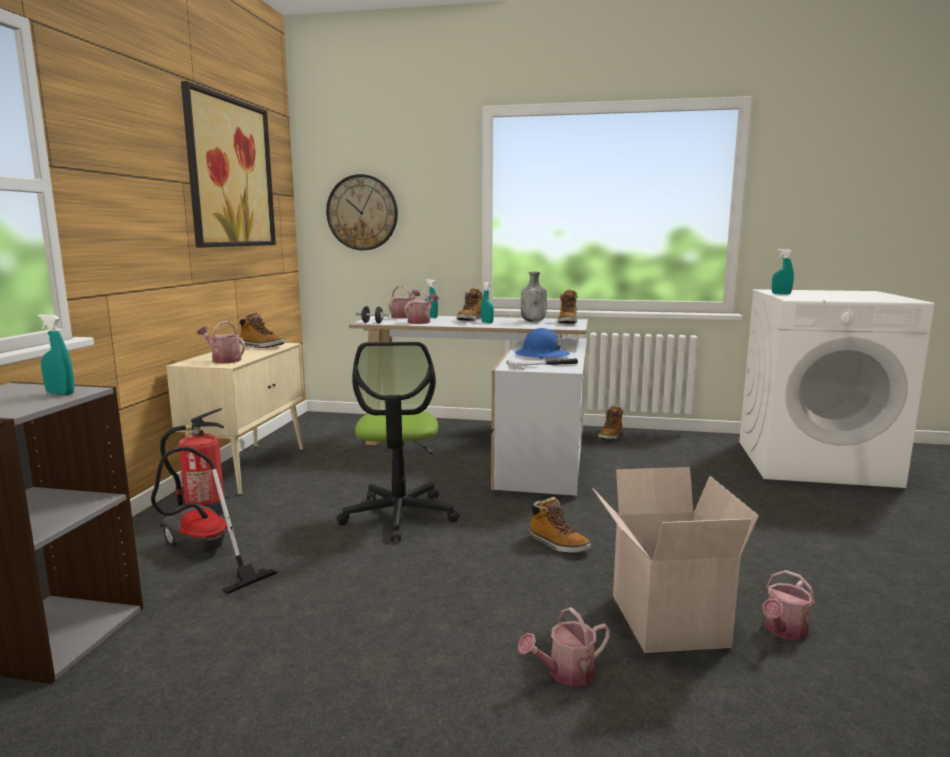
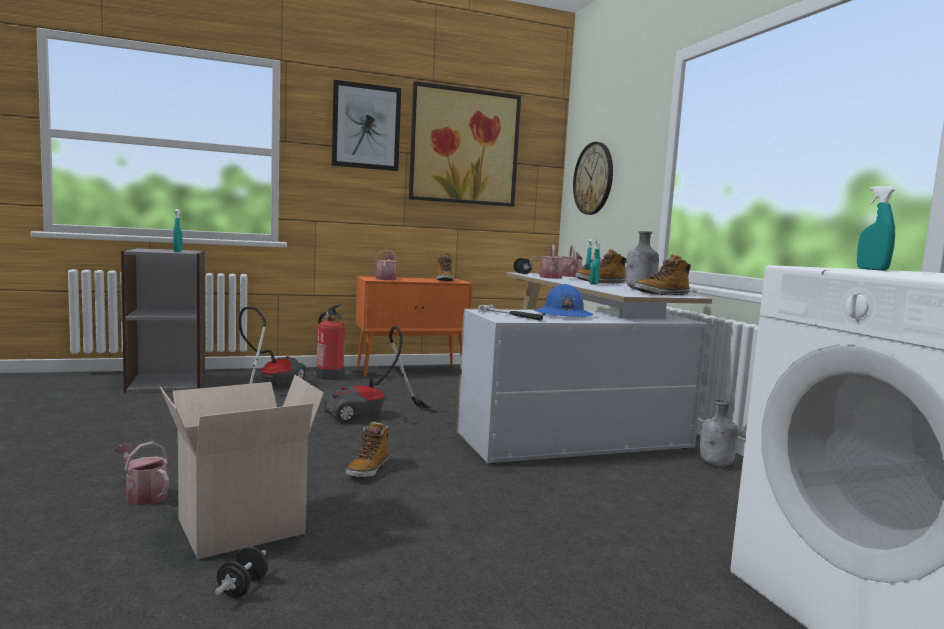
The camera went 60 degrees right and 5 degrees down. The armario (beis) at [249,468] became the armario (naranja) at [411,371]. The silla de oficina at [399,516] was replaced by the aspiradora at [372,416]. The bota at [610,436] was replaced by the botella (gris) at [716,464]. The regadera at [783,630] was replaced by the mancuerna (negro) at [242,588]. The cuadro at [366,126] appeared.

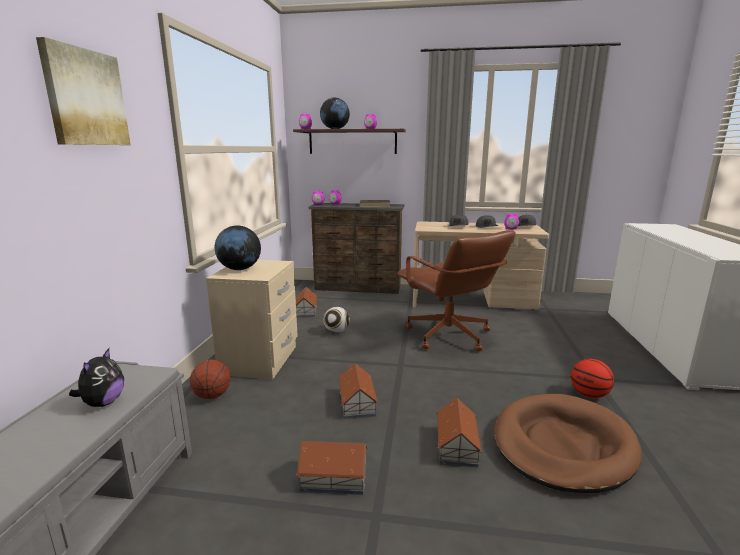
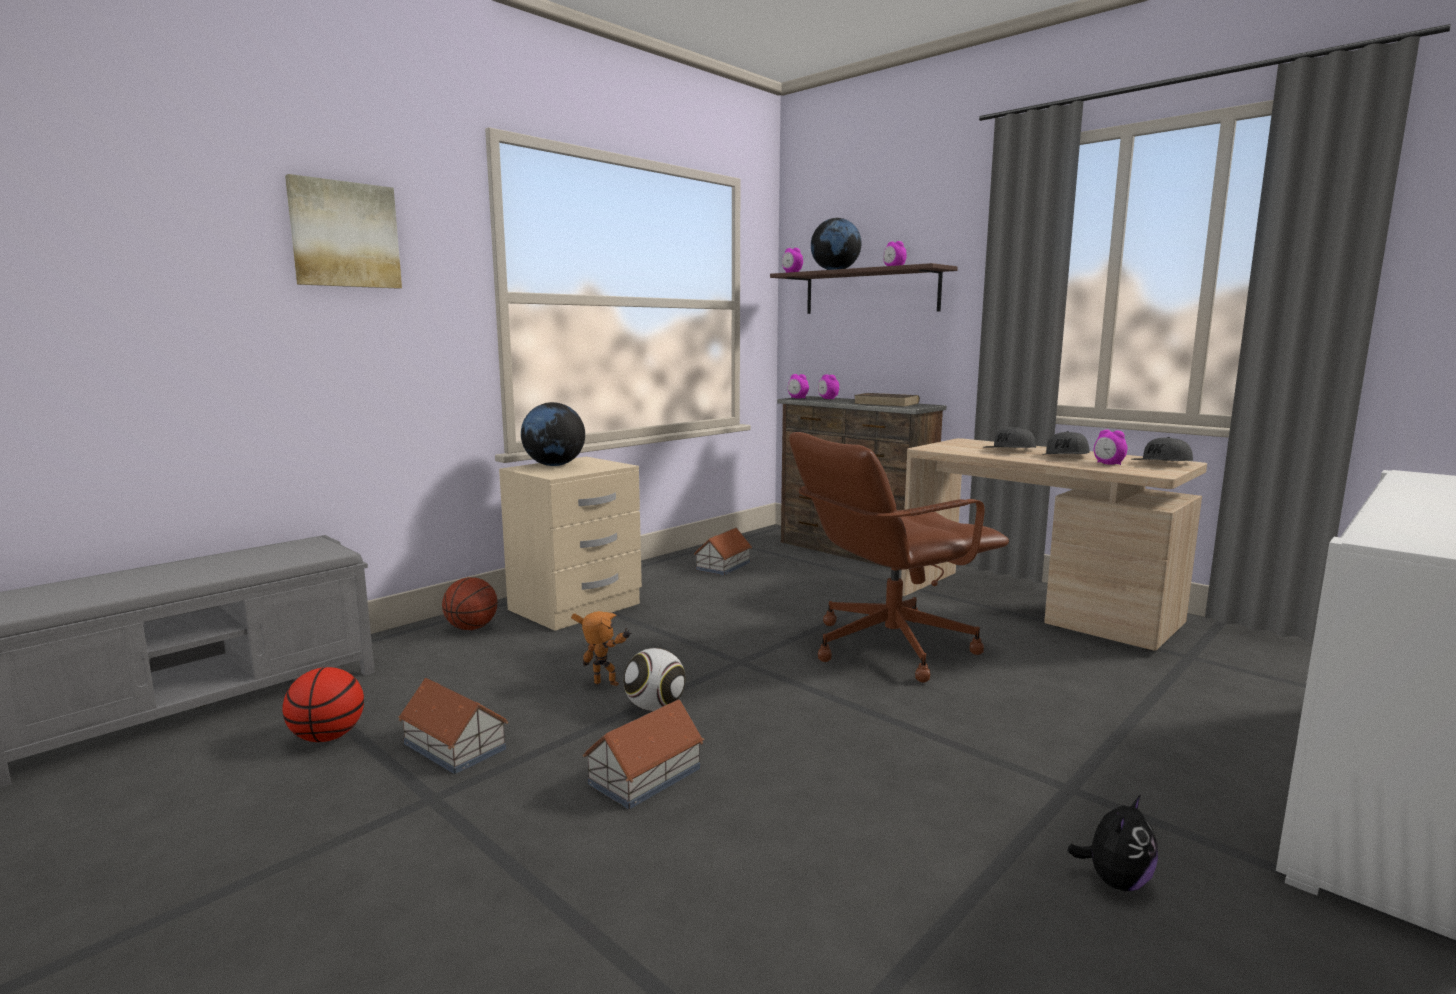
The camera went 35 degrees right and 5 degrees down. The peluche moved from [103,403] to [1115,881]. The balón de fútbol moved from [336,331] to [655,707]. The casita at [357,403] was replaced by the robot de juguete at [605,685]. The silla de oficina (marrón) at [448,336] turned 60 degrees clockwise. The cama para perro (marrón) at [562,445] disappeared. The balón de baloncesto moved from [589,395] to [328,737].

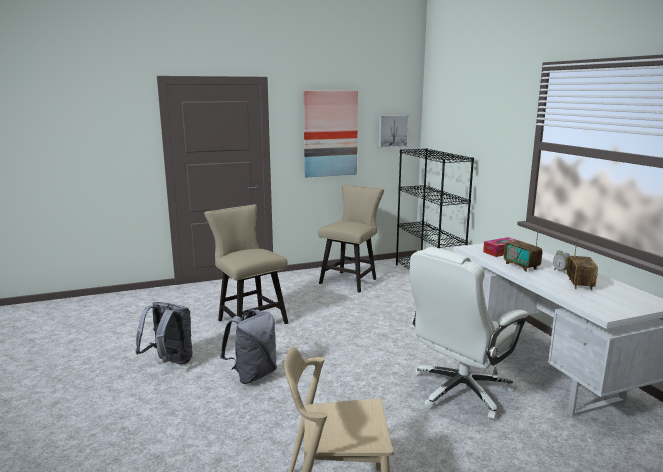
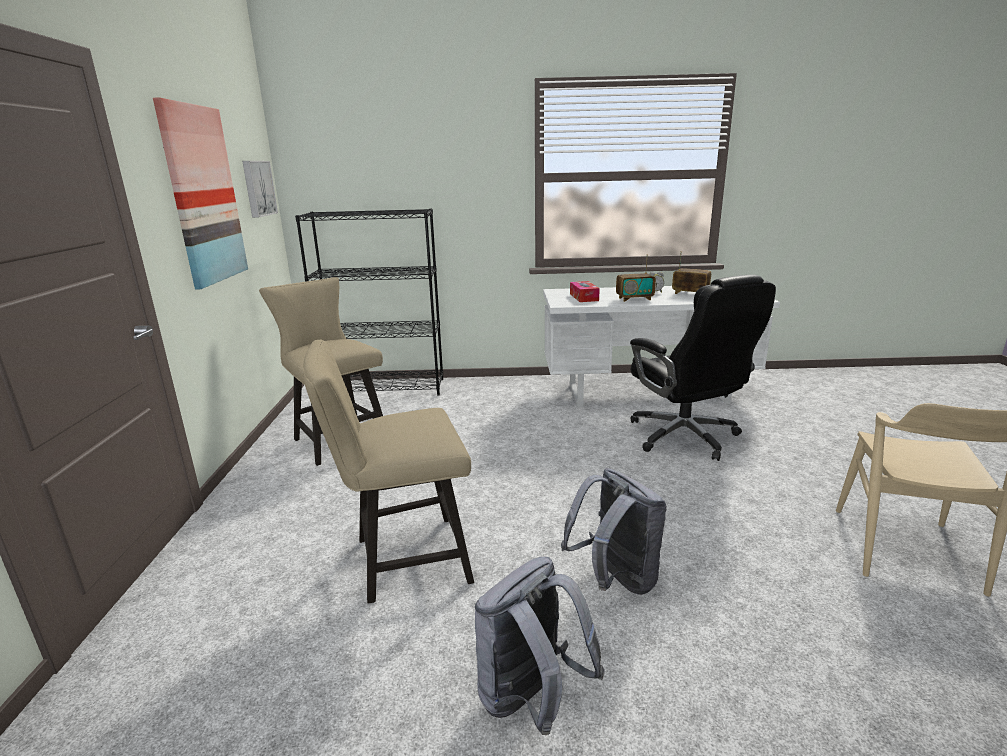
The camera went 70 degrees left and 5 degrees up. The silla de oficina (blanco) at [460,391] became the silla de oficina (negro) at [685,437].

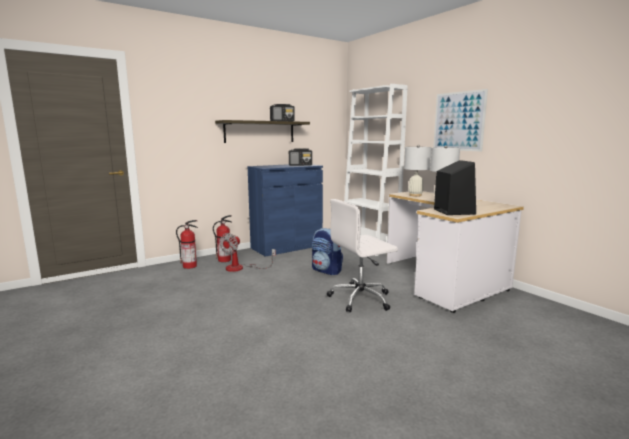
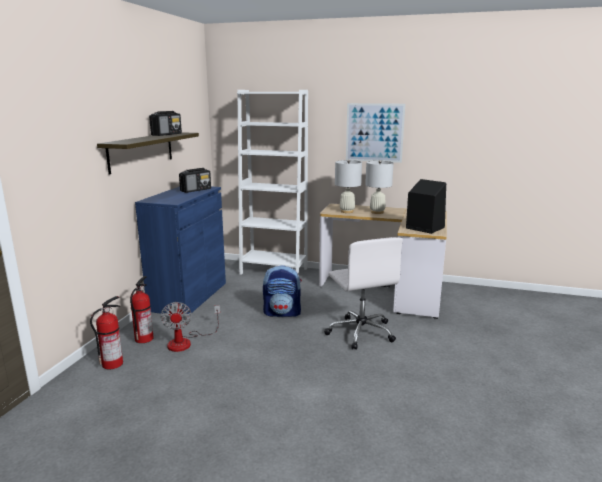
The camera went 40 degrees left and 5 degrees up. The silla de oficina (blanco) at [361,299] turned 45 degrees counterclockwise.

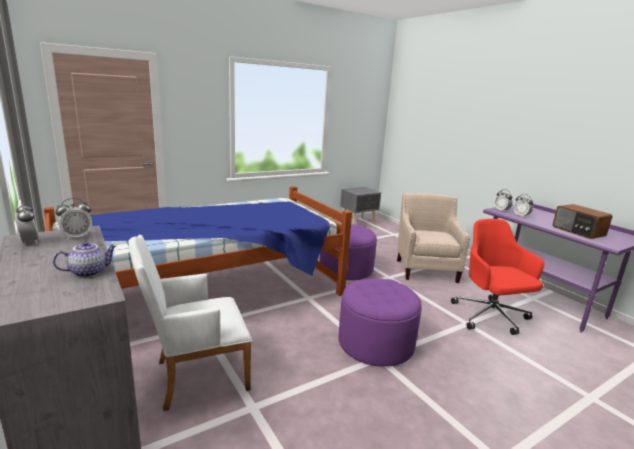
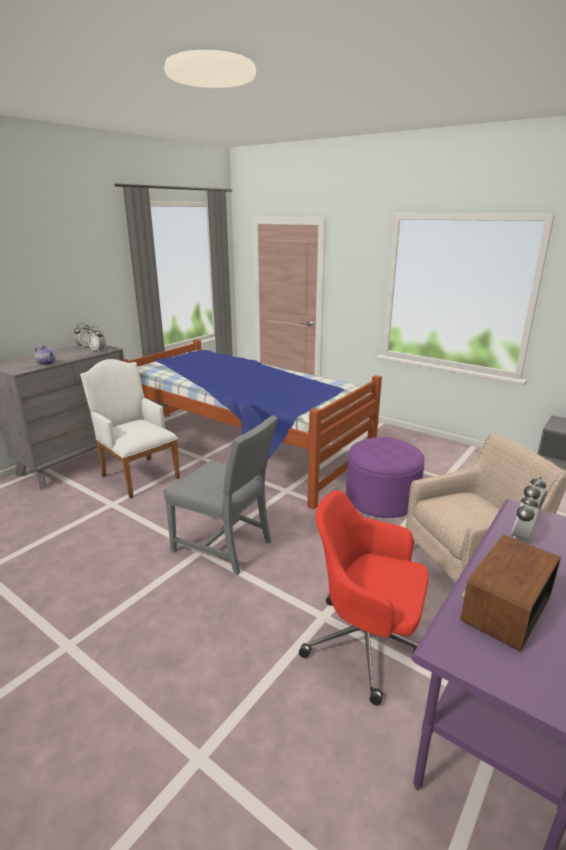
The camera went 70 degrees right and 5 degrees up. The puf (morado) at [376,343] was replaced by the silla (gris) at [226,545]. The silla de oficina (rojo) at [491,317] turned 120 degrees counterclockwise.

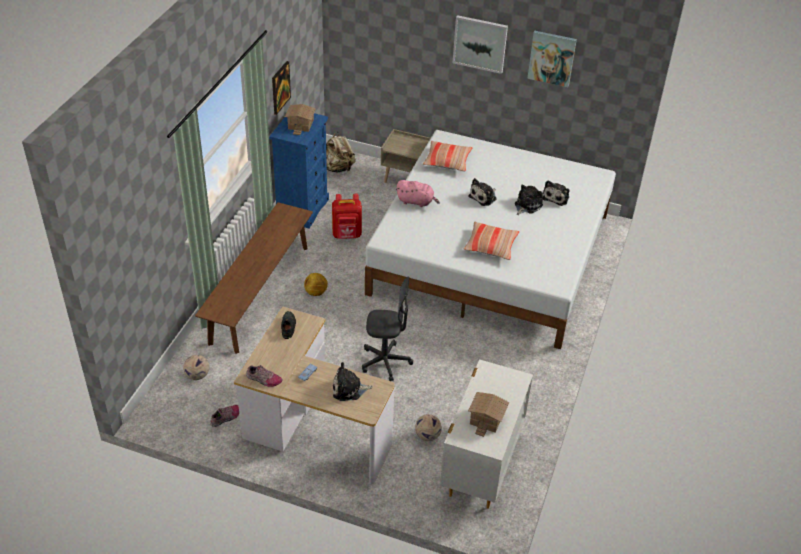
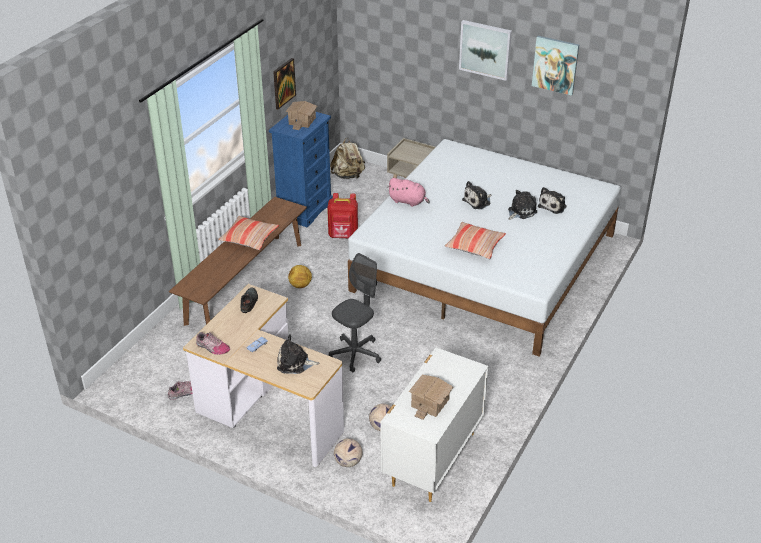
The camera went 10 degrees right and 5 degrees down. The balón de fútbol moved from [197,376] to [347,462]. The silla de oficina (gris) at [385,362] turned 60 degrees counterclockwise. The cojín moved from [447,161] to [249,238].

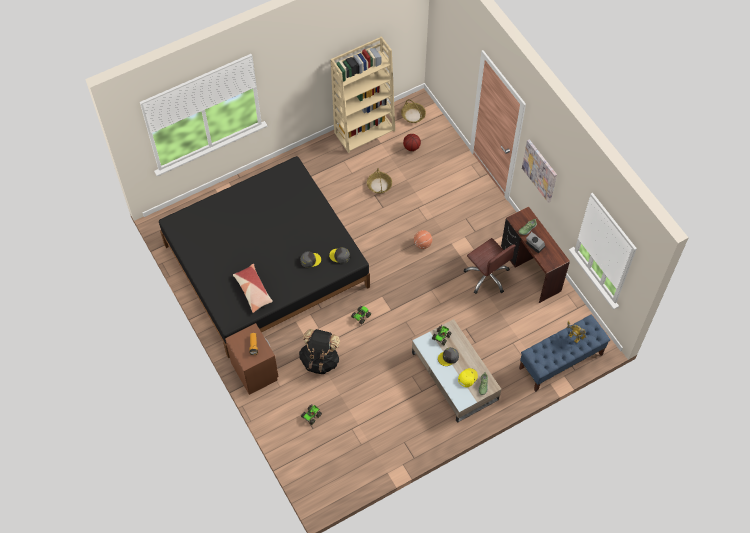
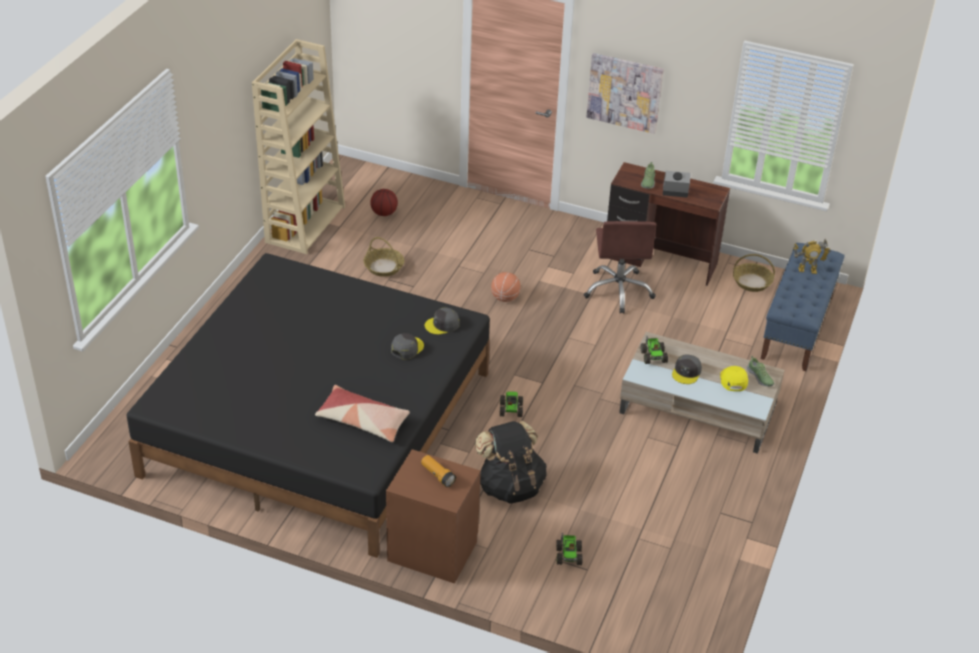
The camera went 40 degrees left and 20 degrees down. The cesta moved from [413,115] to [752,282]. The silla de oficina (marrón) at [487,276] turned 75 degrees clockwise.

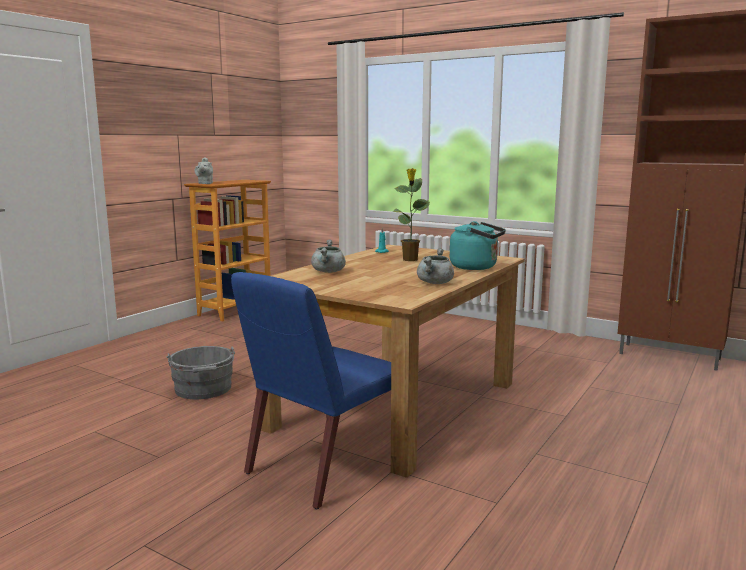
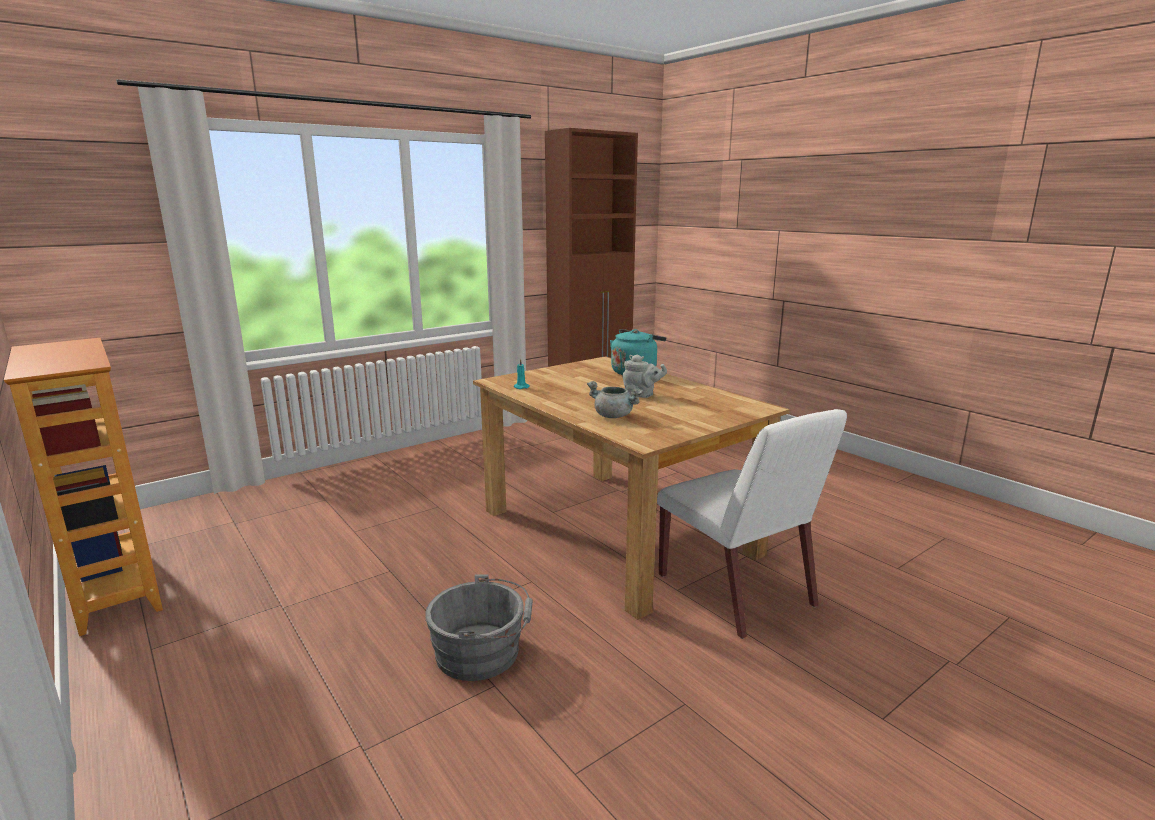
The camera went 70 degrees left and 5 degrees up. The tetera (gris) moved from [205,183] to [641,395]. The silla (azul) at [323,466] became the silla (blanco) at [736,591]. The planta en maceta at [410,260] disappeared. The olla (gris) at [435,283] disappeared.

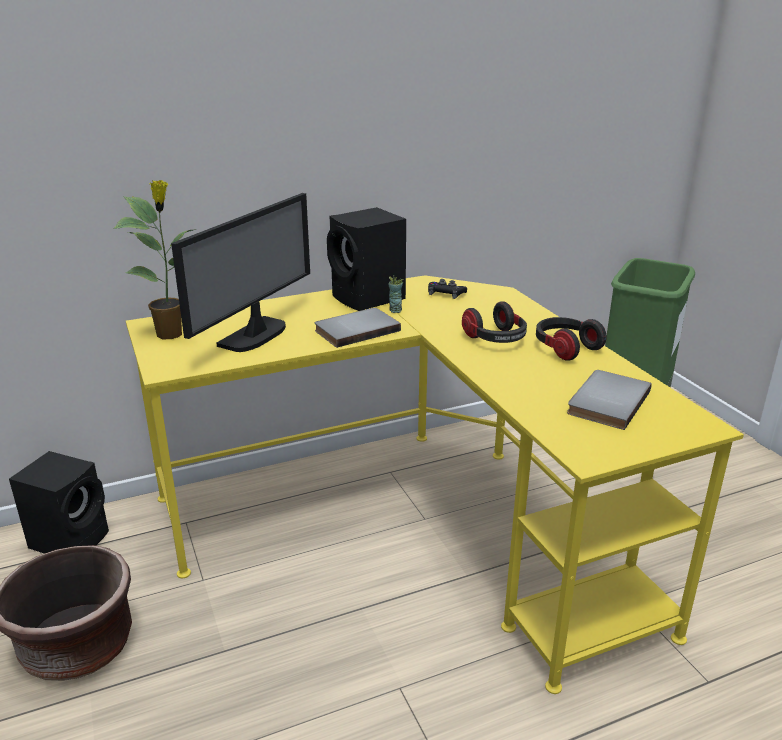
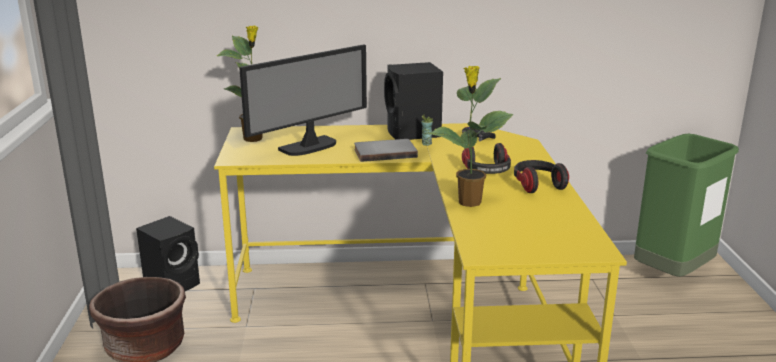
The camera went 20 degrees right and 5 degrees down. The libro (gris) at [605,401] disappeared. The planta en maceta at [469,203] appeared.

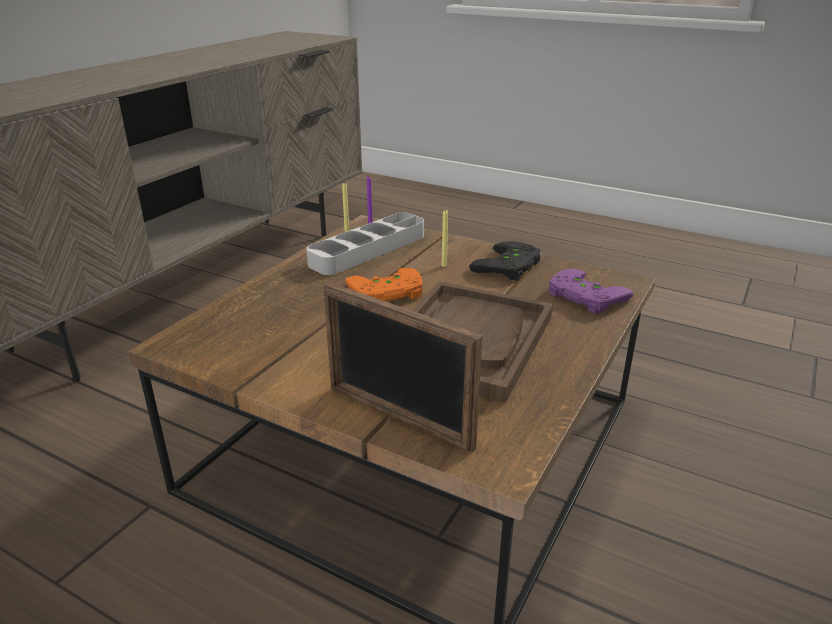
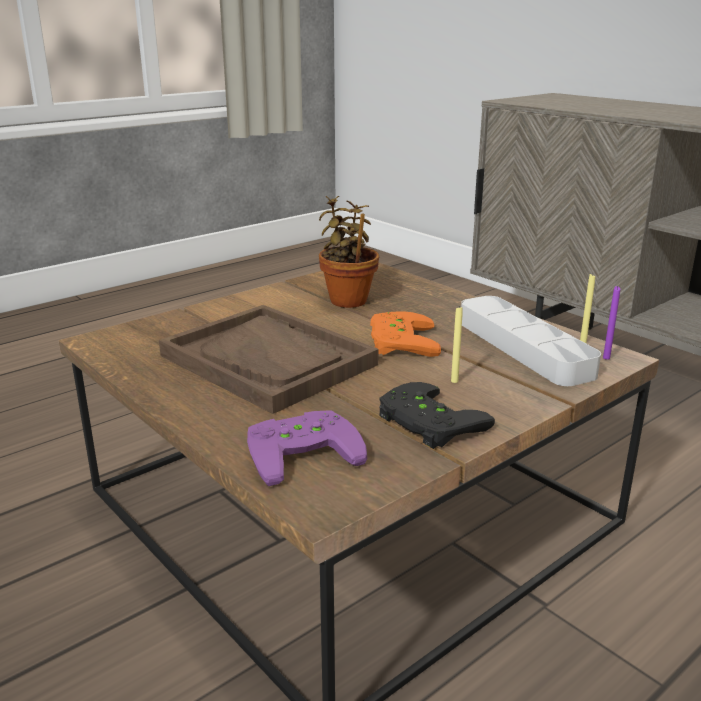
The camera went 110 degrees right and 5 degrees down. The portarretratos at [398,417] disappeared. The planta en maceta at [348,299] appeared.

